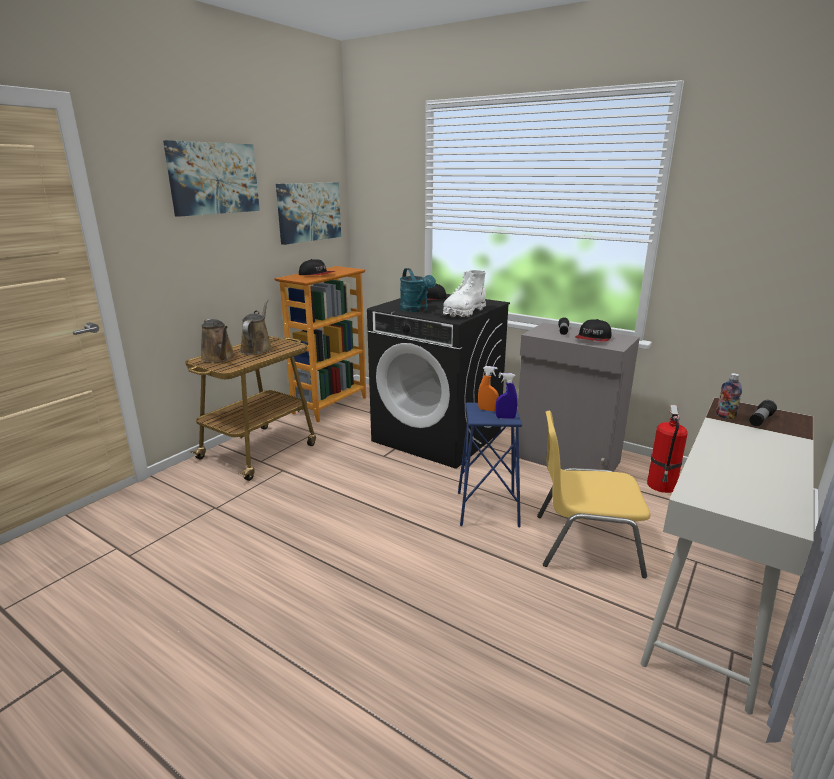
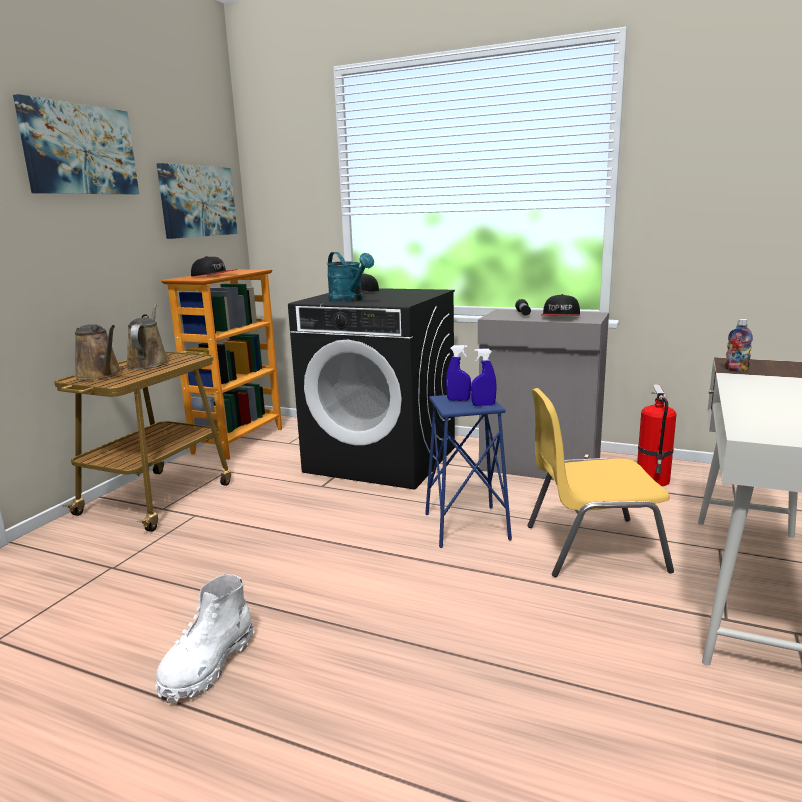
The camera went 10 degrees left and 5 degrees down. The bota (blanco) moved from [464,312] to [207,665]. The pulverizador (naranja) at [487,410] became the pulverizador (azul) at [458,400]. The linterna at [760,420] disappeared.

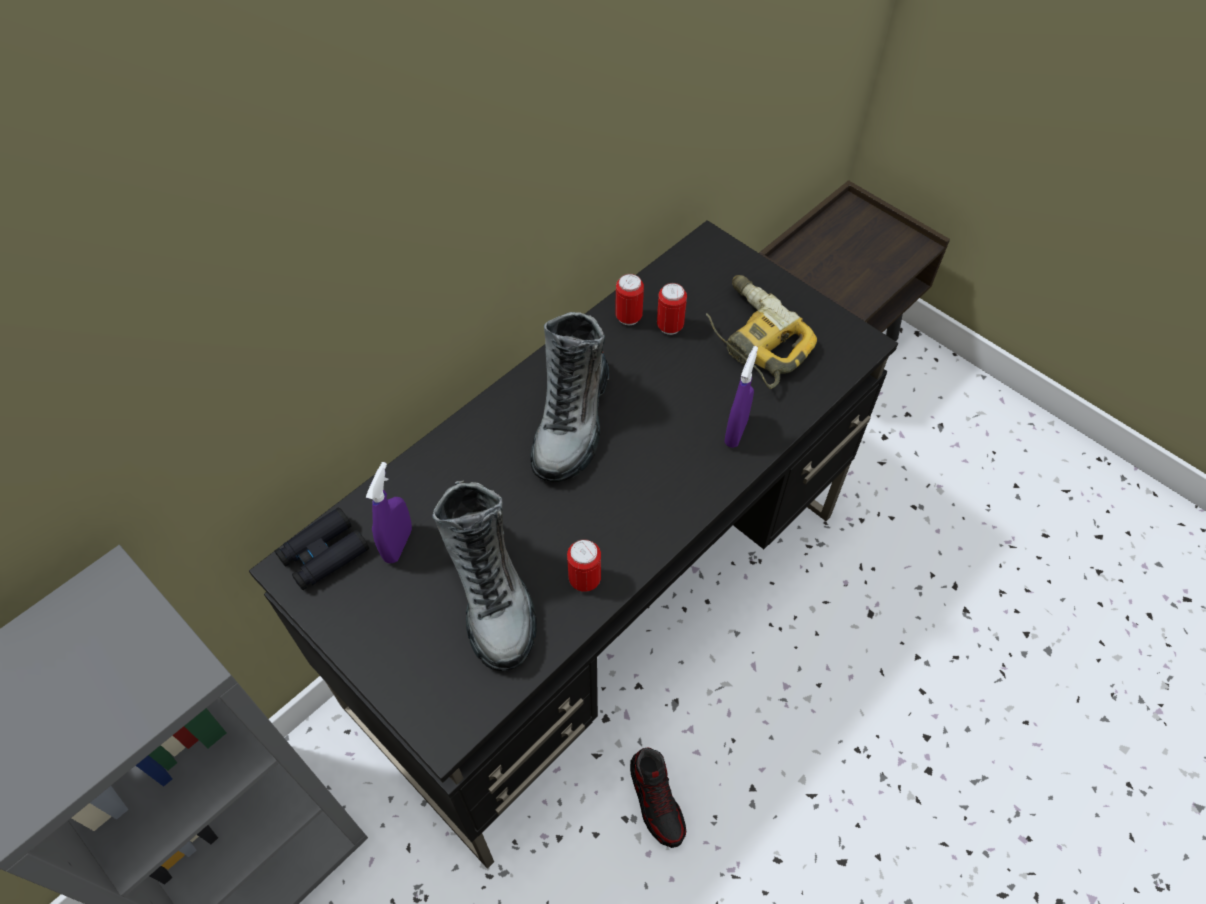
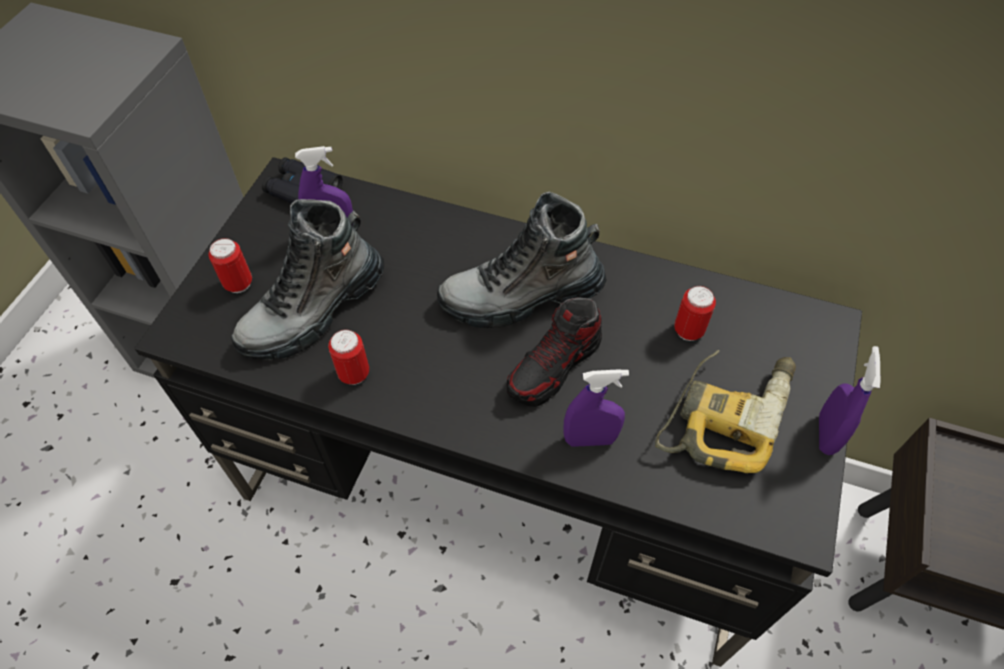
The camera went 65 degrees right and 0 degrees up. The lata moved from [628,317] to [238,284]. The zapato moved from [656,800] to [554,366]. The pulverizador (morado) at [826,434] appeared.

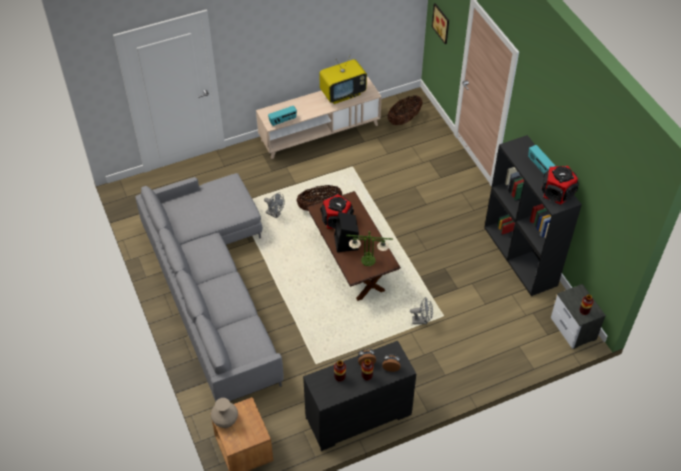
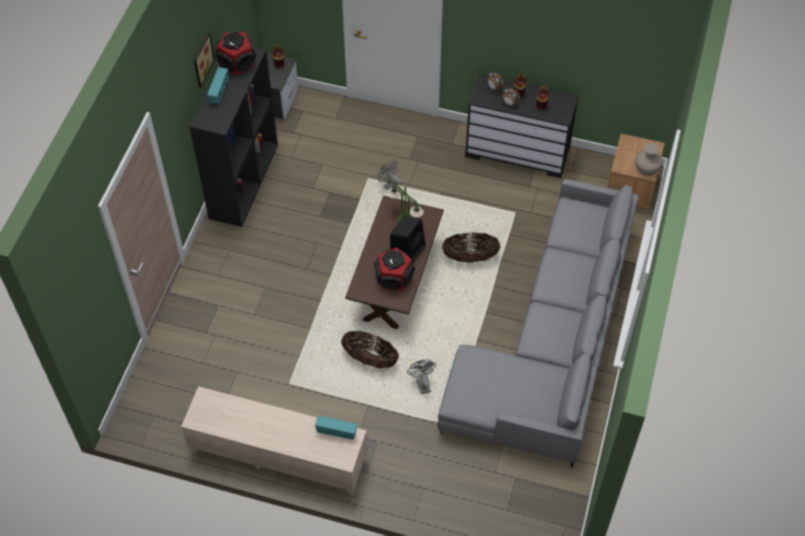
The camera went 140 degrees left and 5 degrees up. The televisor at [343,93] disappeared. The cesta moved from [404,119] to [470,257]. The cuadro moved from [442,23] to [201,59].

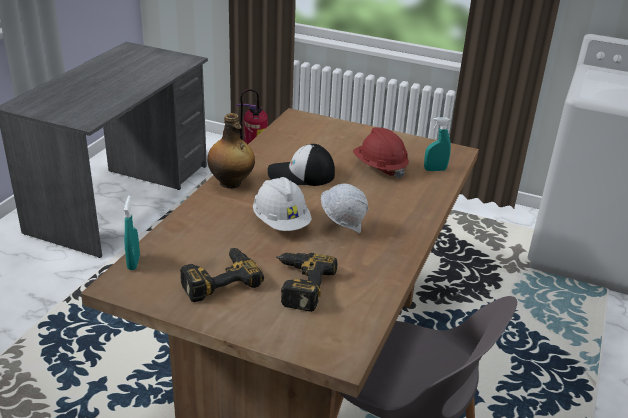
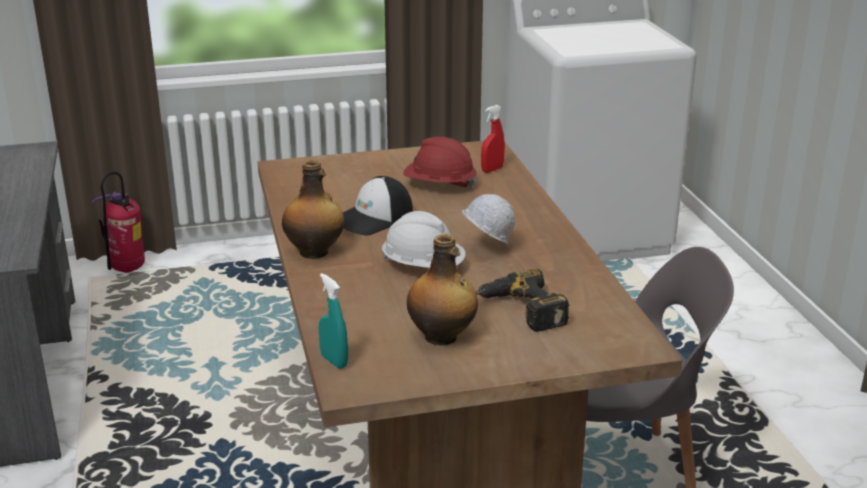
The camera went 35 degrees left and 5 degrees down. The taladro at [218,279] was replaced by the botella at [442,337]. The pulverizador (turquesa) at [435,170] became the pulverizador (rojo) at [492,170].

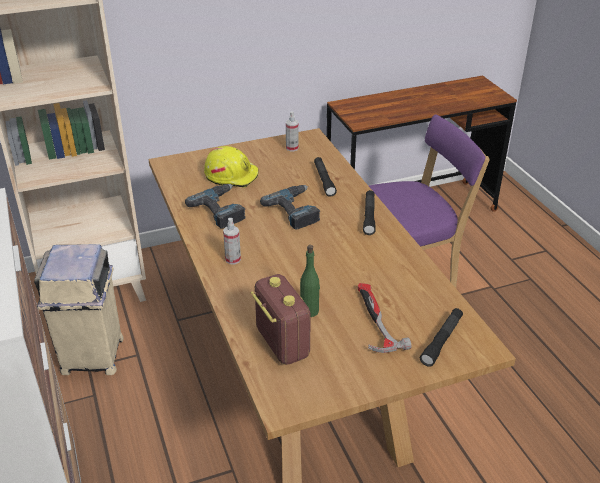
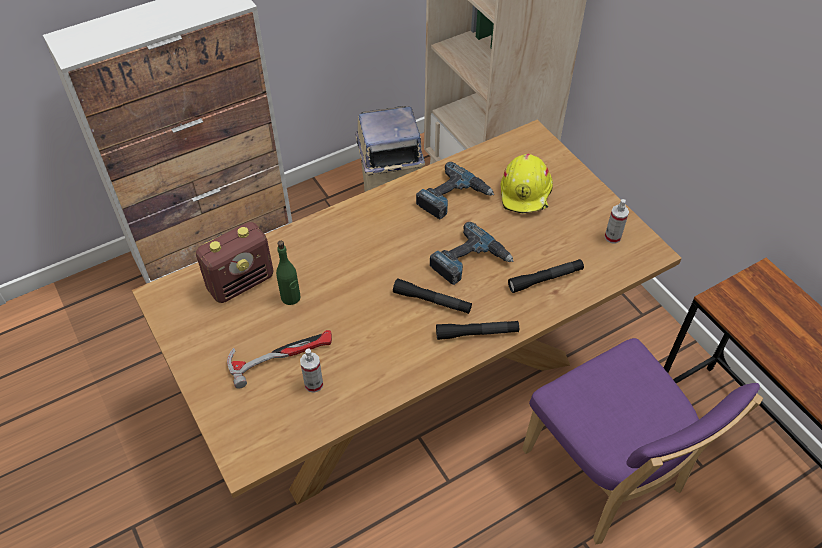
The camera went 80 degrees right and 15 degrees up. The pulverizador moved from [233,259] to [314,384]. The linterna (negro) moved from [442,341] to [432,301].

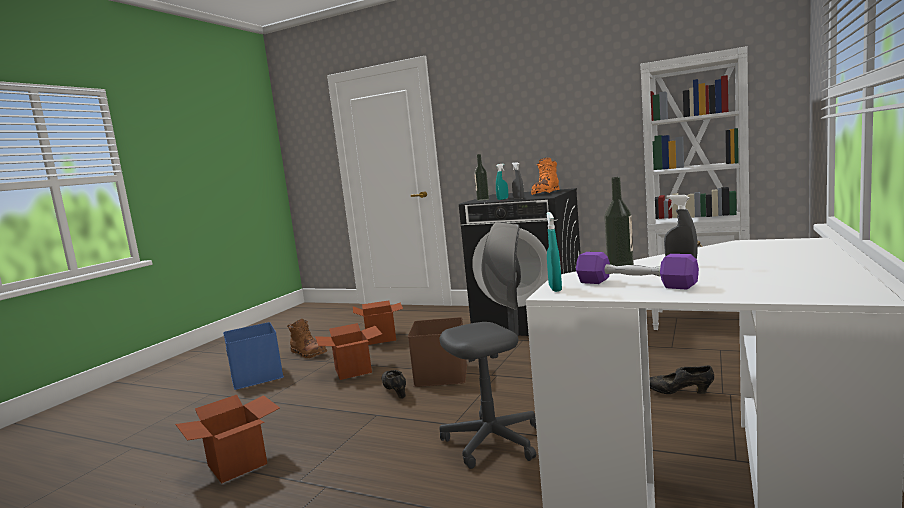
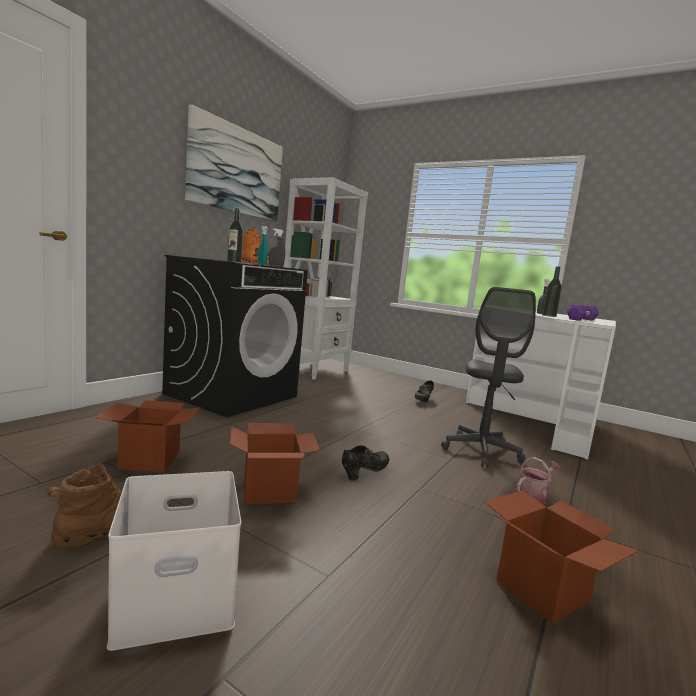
The camera went 85 degrees left and 0 degrees up. The caja de almacenaje (azul) at [255,376] became the caja de almacenaje (blanco) at [173,599]. The zapato (negro) at [395,391] turned 150 degrees clockwise. The caja de almacenaje (marrón) at [440,374] disappeared. The silla de oficina (gris) at [493,441] turned 150 degrees counterclockwise. The pulverizador (turquesa) at [555,288] disappeared. The cuadro at [236,170] appeared. The regadera at [533,497] appeared.

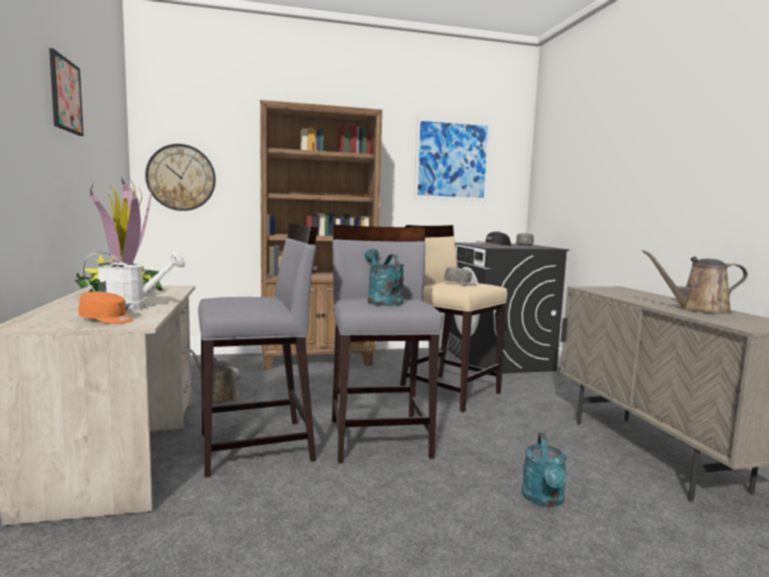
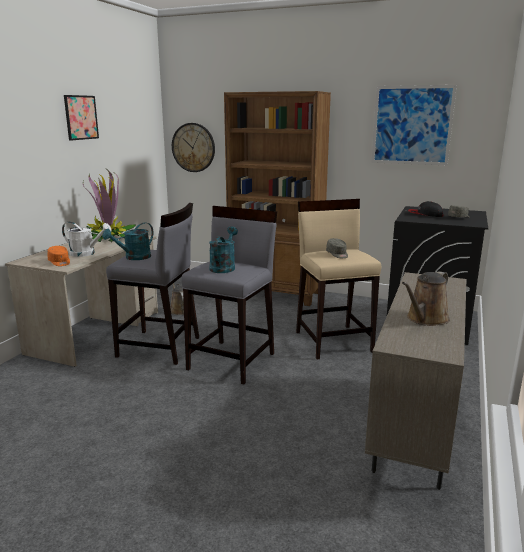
The camera went 35 degrees right and 10 degrees up. The regadera (turquesa) moved from [544,500] to [134,258]. The regadera (marrón) at [698,309] turned 90 degrees counterclockwise.

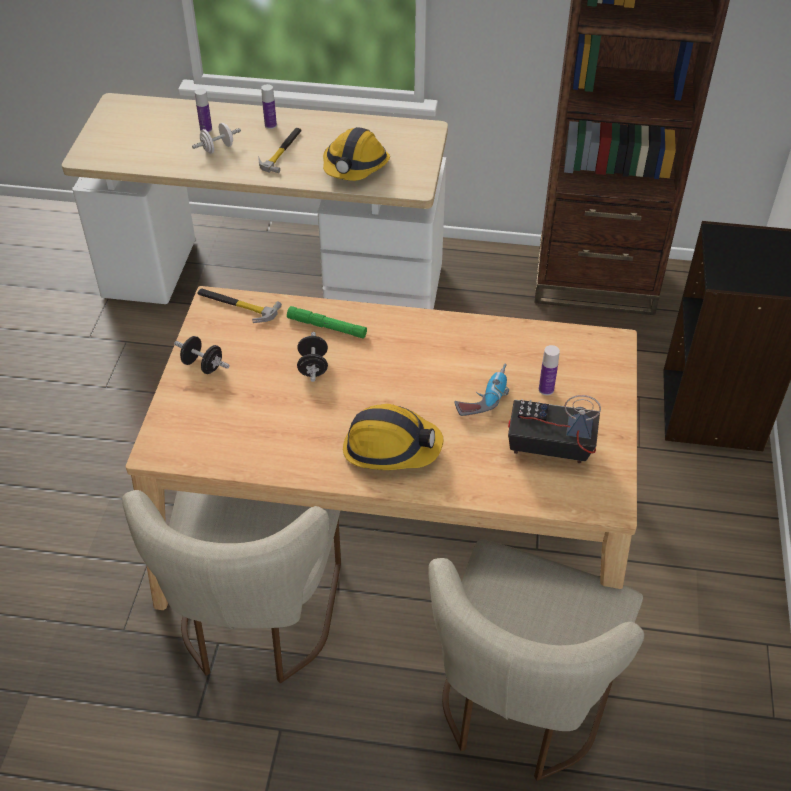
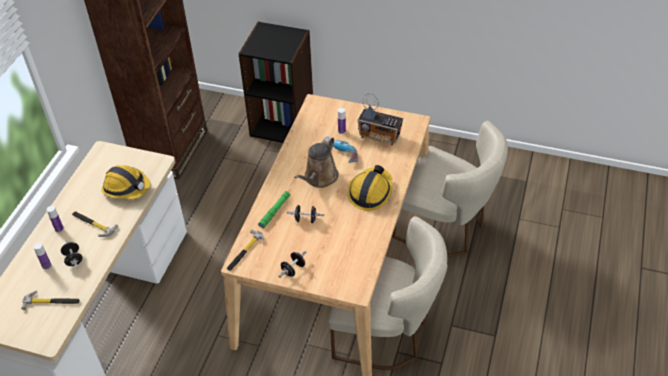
The camera went 80 degrees left and 0 degrees up. The mancuerna (blanco) at [217,148] became the mancuerna (negro) at [73,259]. The radio at [548,448] turned 90 degrees counterclockwise. The martillo at [52,301] appeared. The regadera (marrón) at [319,178] appeared.

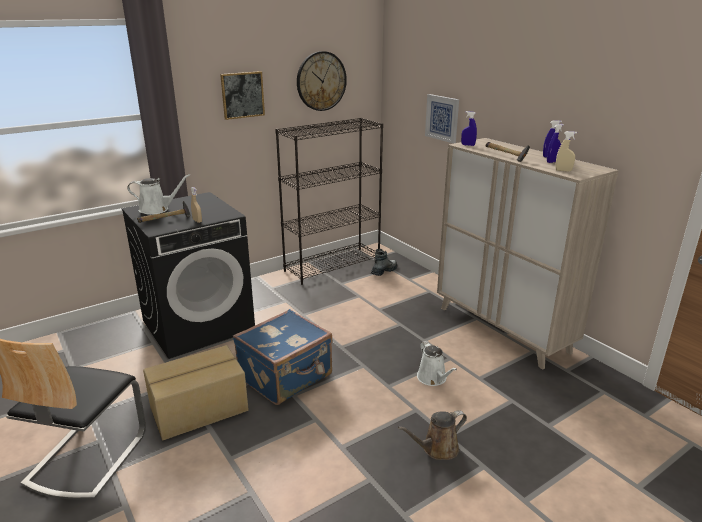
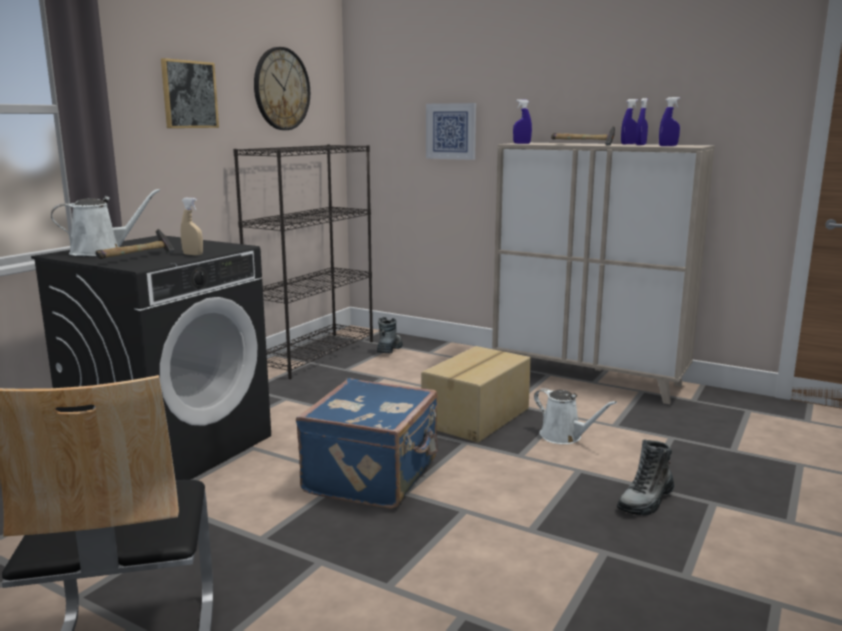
The camera went 25 degrees left and 10 degrees down. The caja de cartón moved from [200,409] to [478,417]. The regadera (marrón) at [437,449] was replaced by the bota at [646,501]. The pulverizador (beis) at [563,170] became the pulverizador (azul) at [668,146].

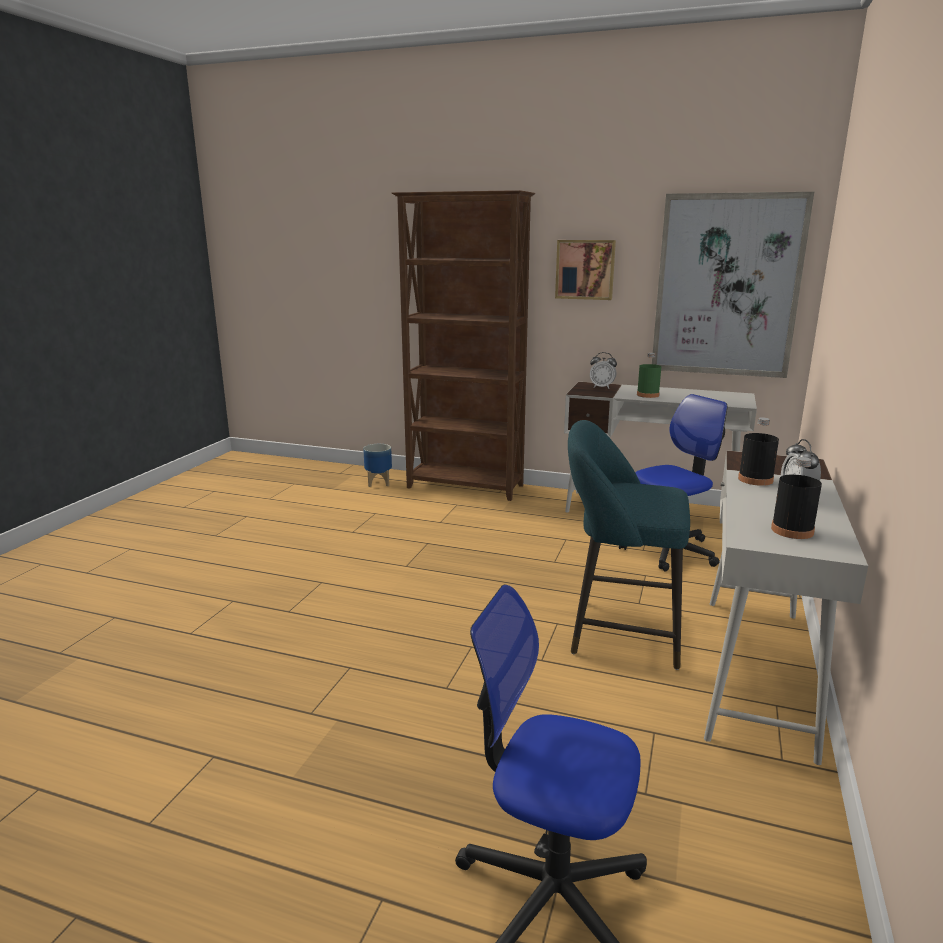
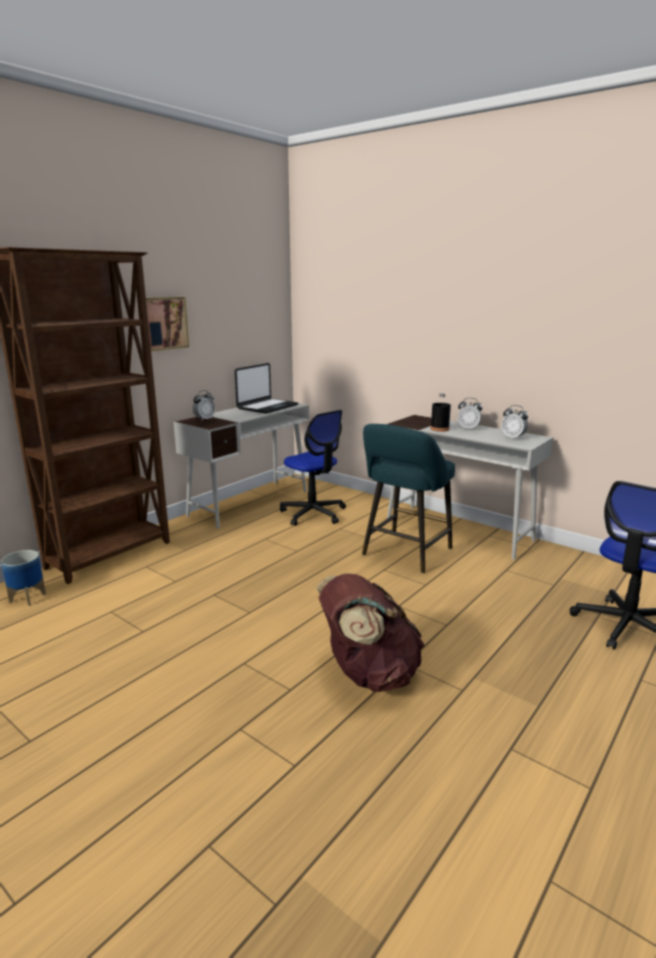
The camera went 70 degrees left and 0 degrees up. The silla de oficina at [668,551] turned 150 degrees clockwise. The botella (verde) at [647,395] disappeared. The cuadro at [727,286] disappeared. The botella (negro) at [792,530] was replaced by the despertador at [513,438]. The portátil at [267,407] appeared. The mochila (marrón) at [368,674] appeared.

